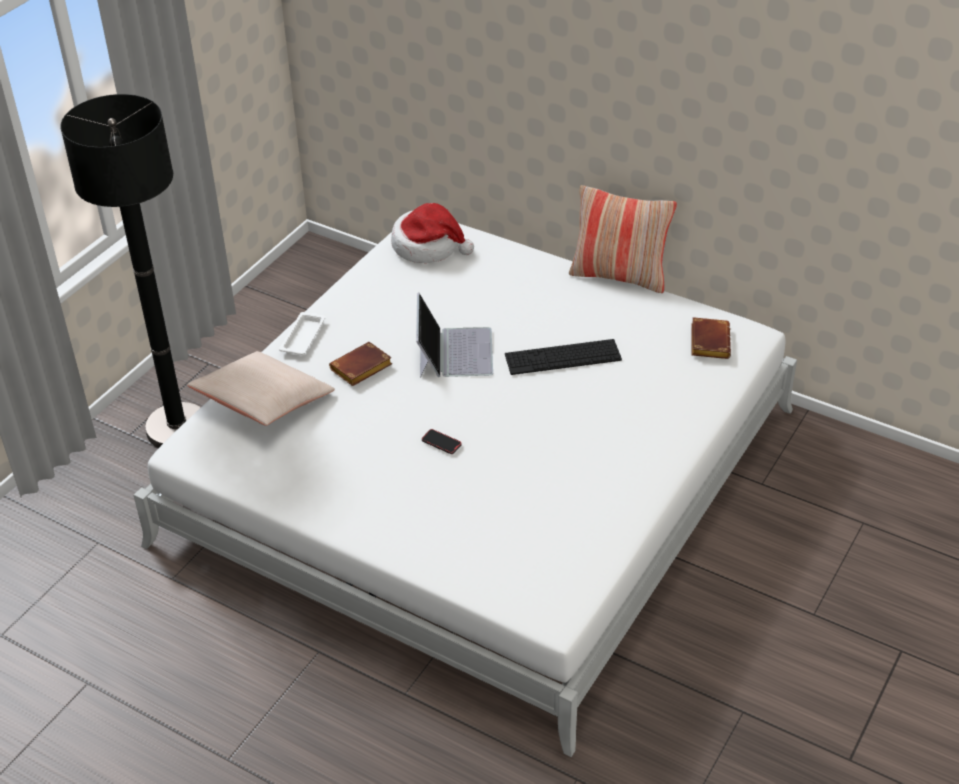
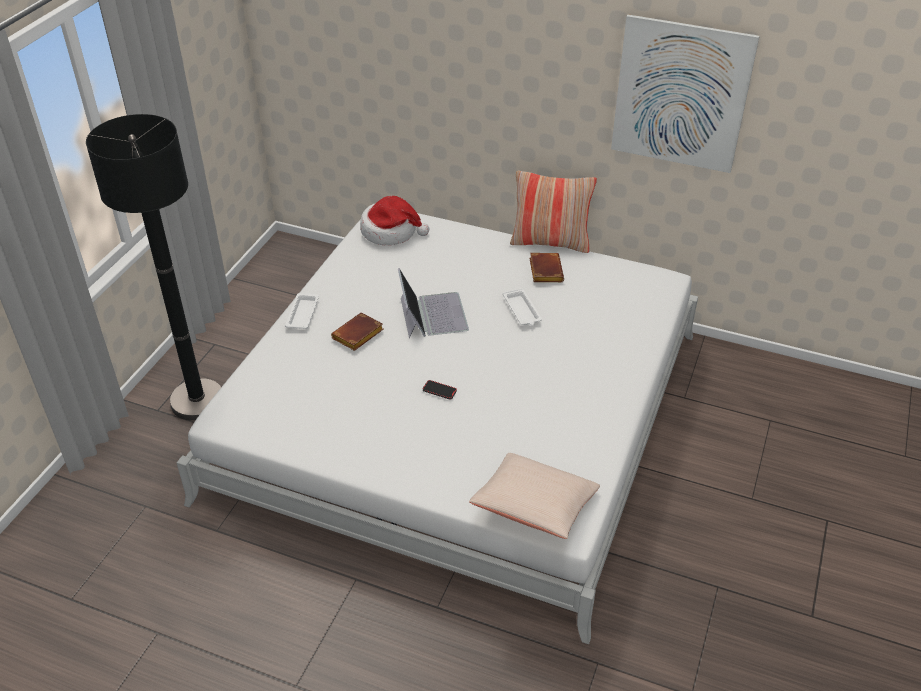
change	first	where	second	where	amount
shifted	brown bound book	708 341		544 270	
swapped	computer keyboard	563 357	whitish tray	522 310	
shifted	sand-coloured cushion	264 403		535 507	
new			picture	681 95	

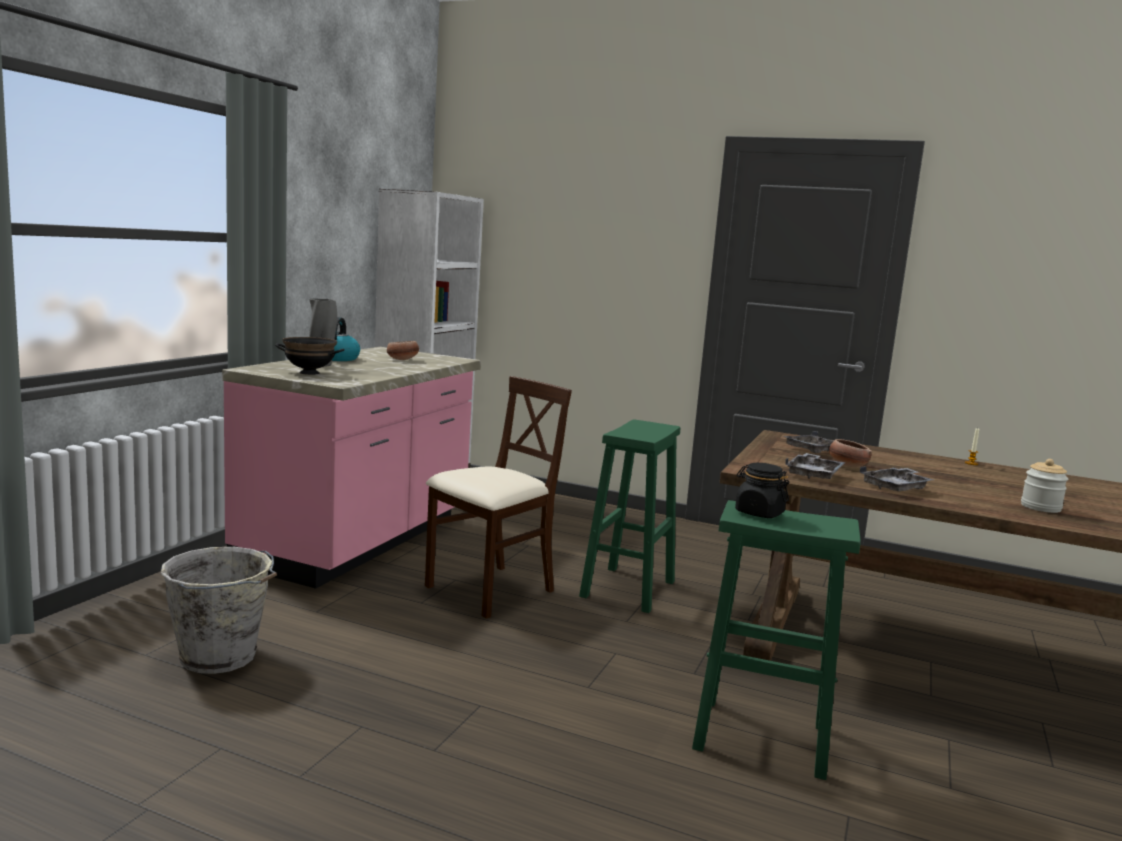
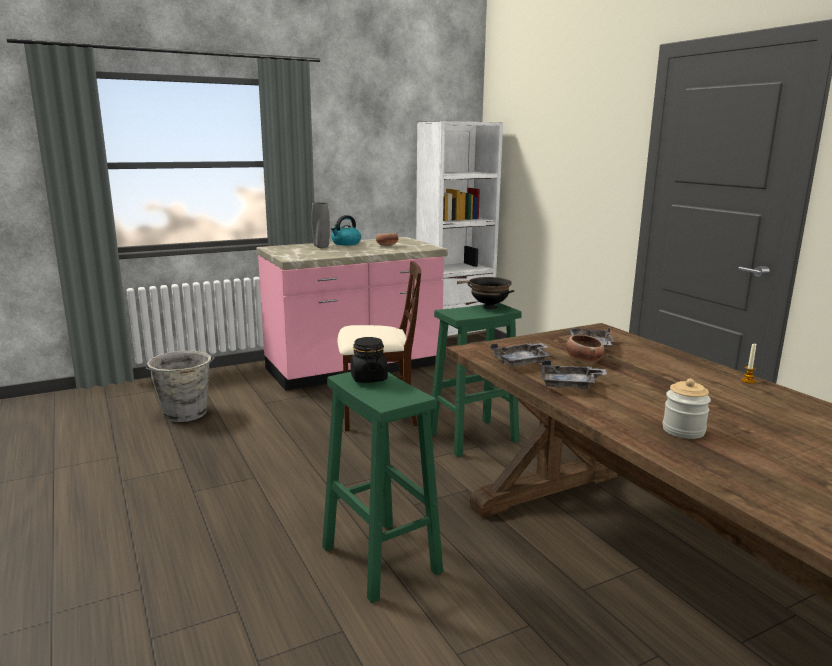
change	first	where	second	where	amount
shifted	blackish deep dish	309 373		489 307	

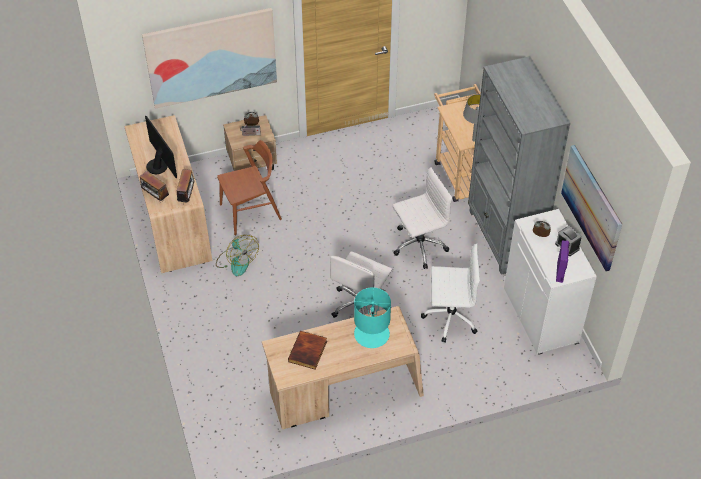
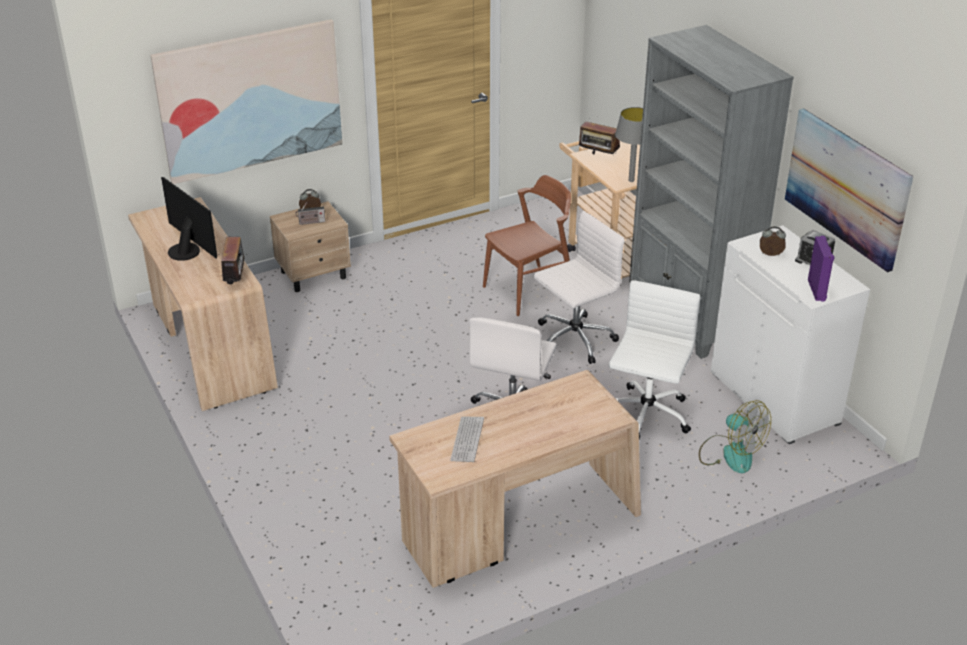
change	first	where	second	where	amount
shifted	brown upright chair	251 212		529 290	
shifted	radio	155 197		598 157	
shifted	fan	236 261		730 453	
rotated	whitish desk chair	449 317		646 415	60 degrees counterclockwise
gone	turquoise lamp for a table	371 333			
swapped	bound book	308 352	computer keyboard	467 440	

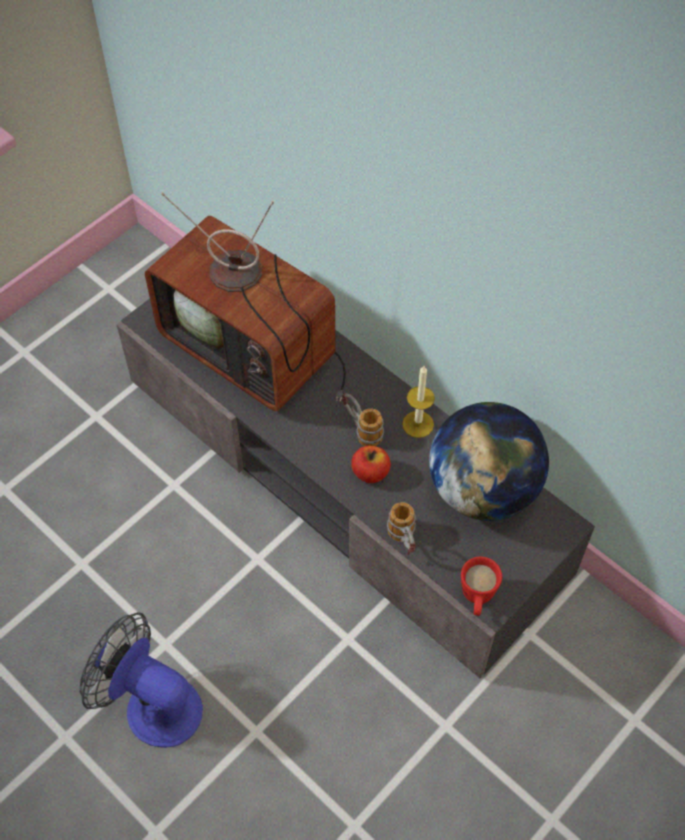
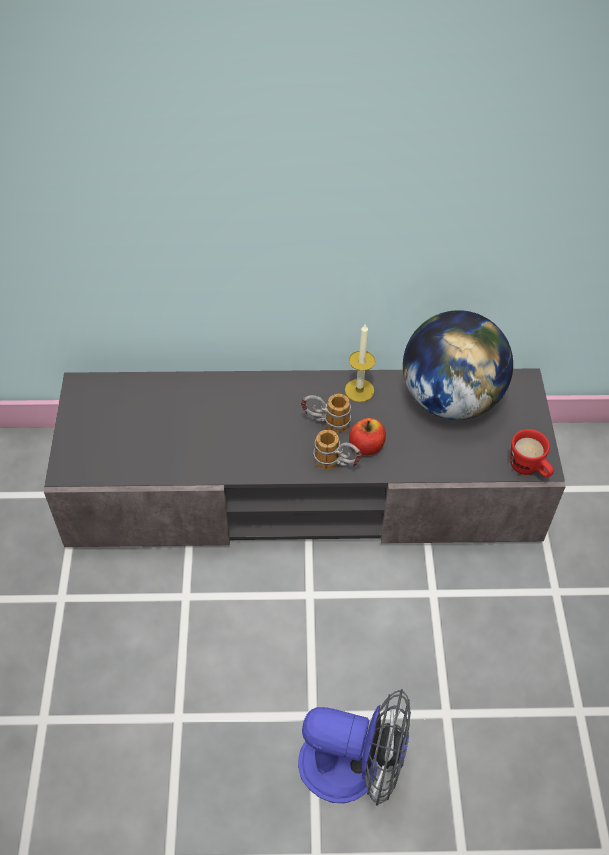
change	first	where	second	where	amount
gone	television	255 349			
shifted	tea mug	404 541		337 464	
rotated	fan	152 704		353 767	150 degrees counterclockwise

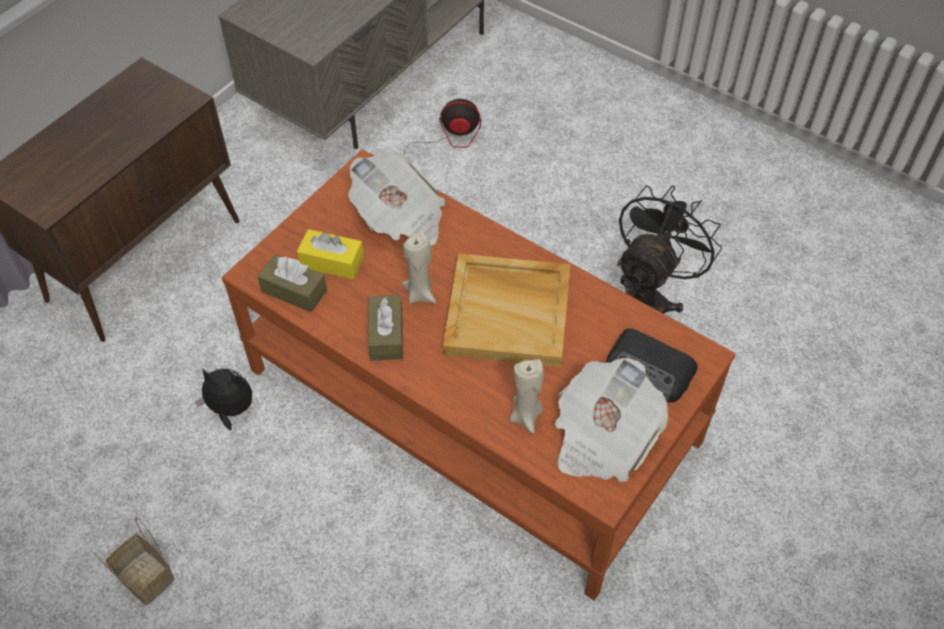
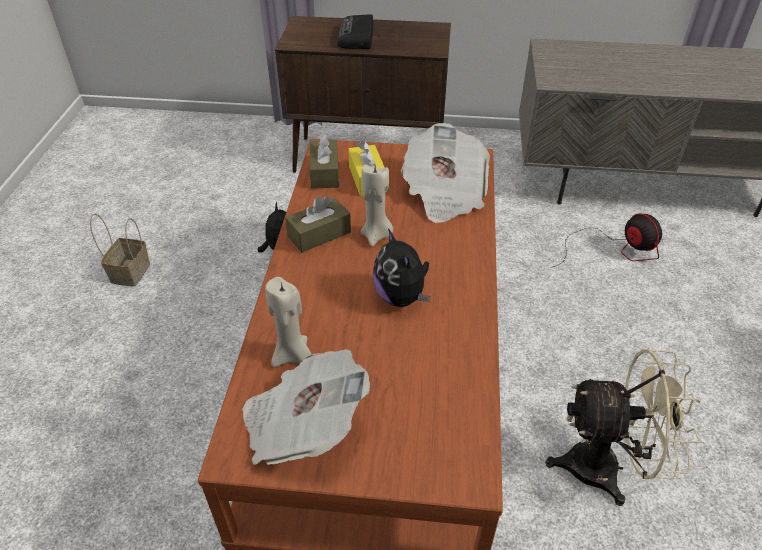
change	first	where	second	where	amount
repainted	blackish fan	648 299	sand-coloured fan	606 467	
swapped	sand-coloured tray	509 312	plush toy	401 297	
shifted	radio	650 370		357 37	

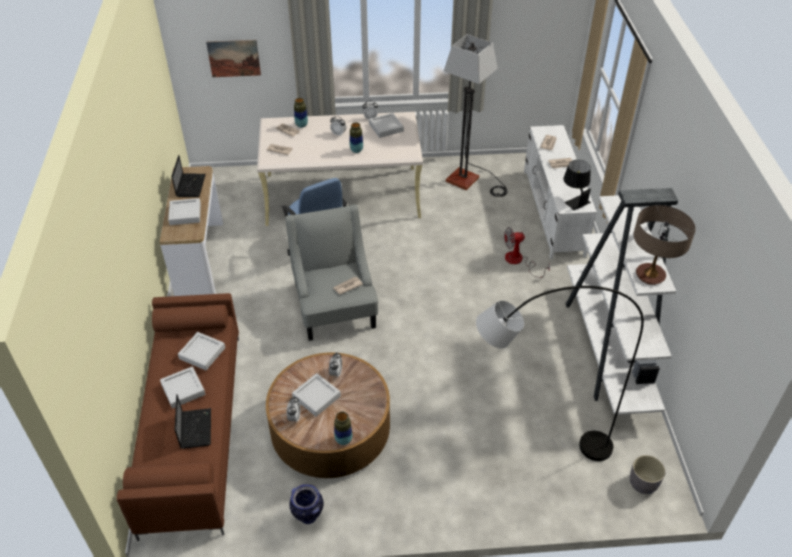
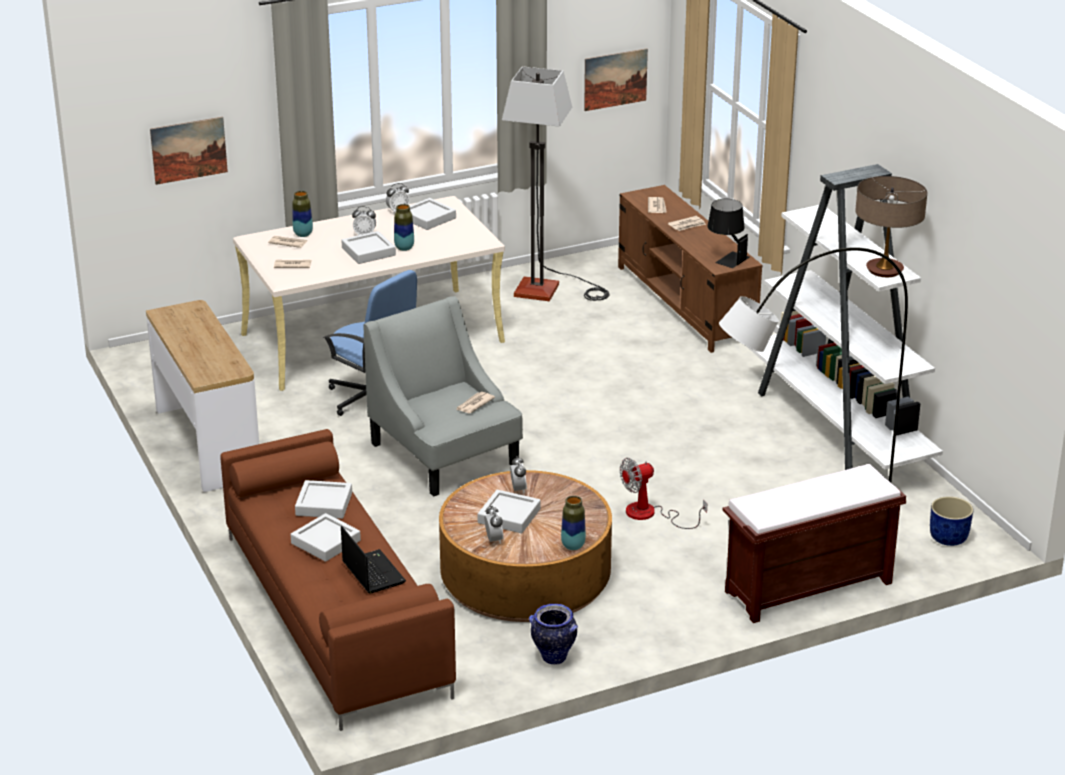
change	first	where	second	where	amount
repainted	whitish tv stand	553 212	brown tv stand	685 303	
gone	portable computer	190 185			
shifted	greyish tray	185 214		368 252	
shifted	fan	519 261		650 514	
repainted	greyish planter	642 483	blue planter	948 537	
new			picture	615 79	
new			brown indoor bench	807 588	

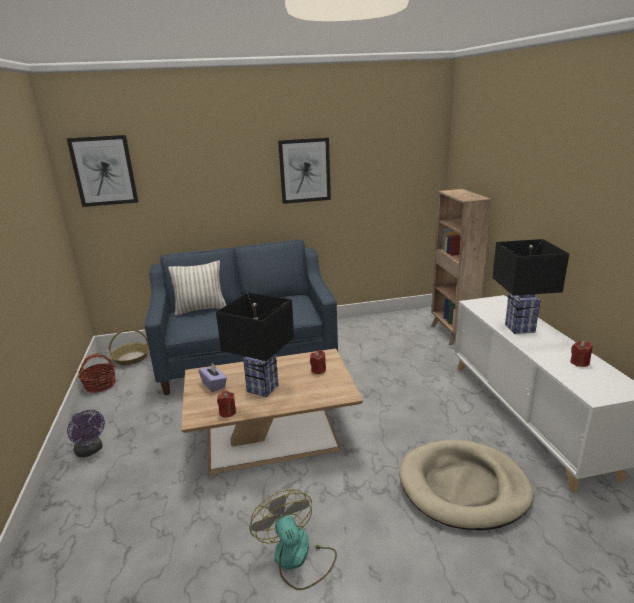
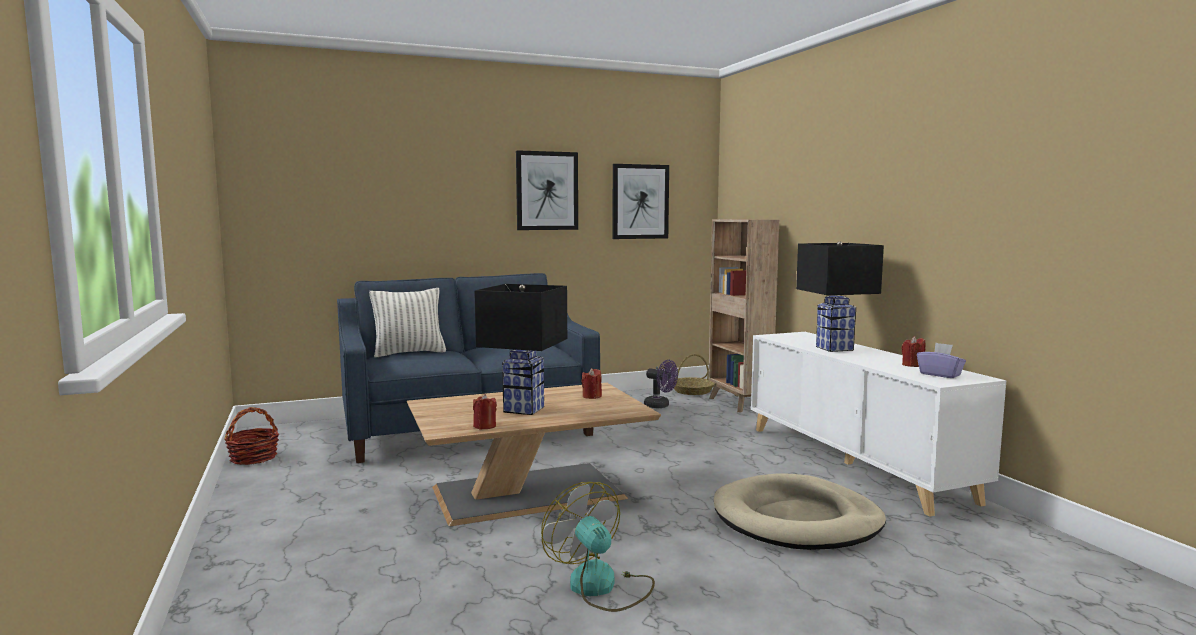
change	first	where	second	where	amount
shifted	picture	104 171		640 201	
shifted	basket	131 358		692 391	
shifted	purple box of tissues	214 385		940 374	
shifted	purple fan	91 451		660 406	

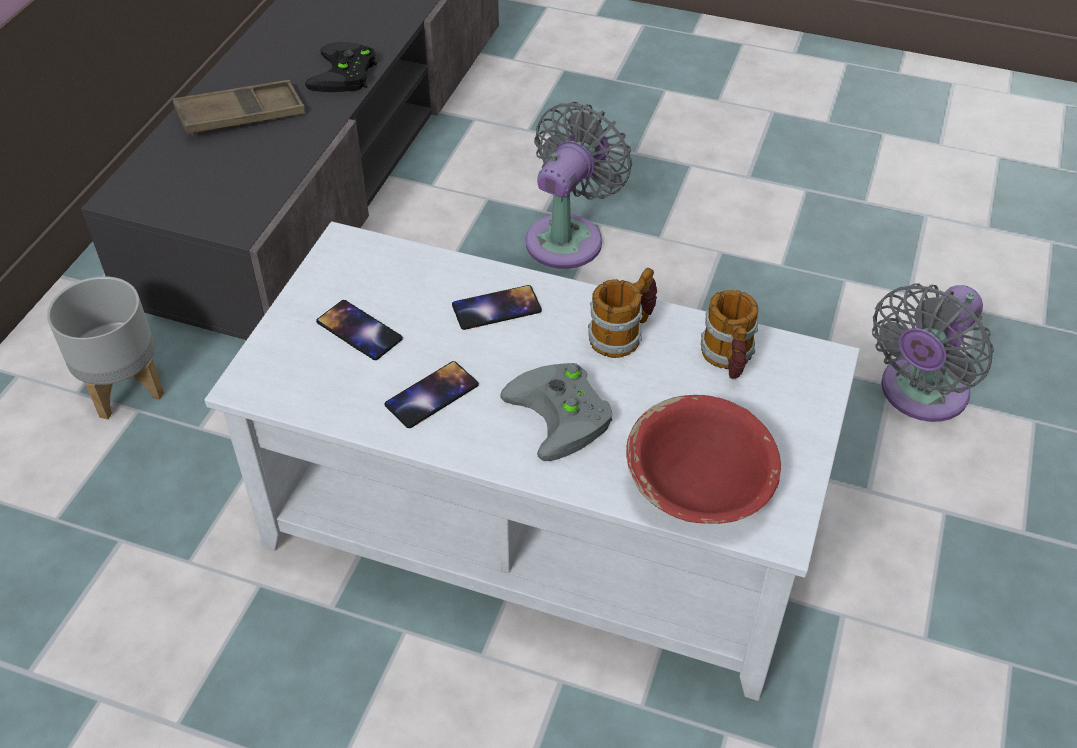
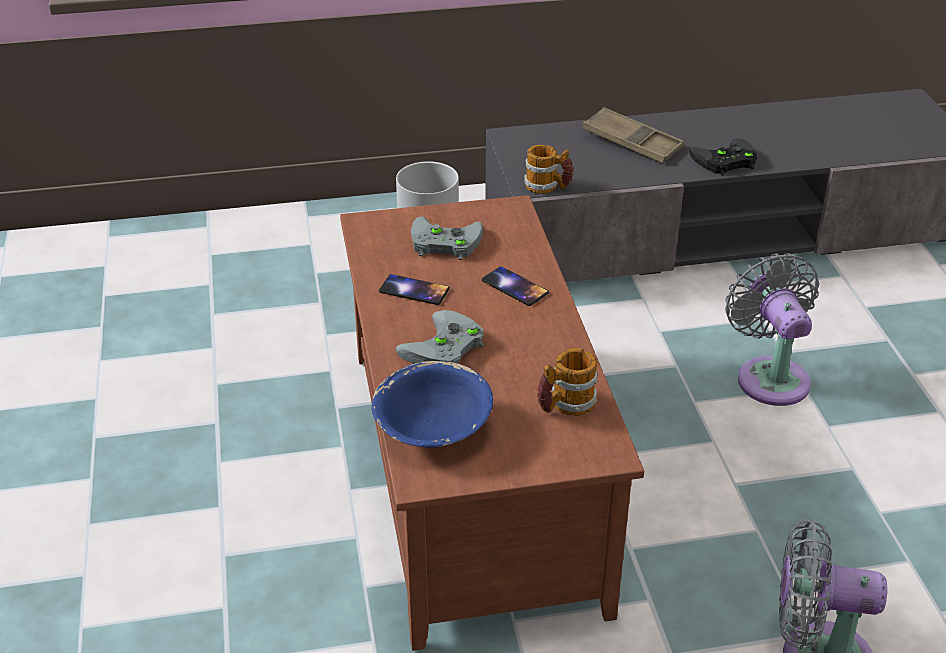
change	first	where	second	where	amount
rotated	greyish fan	568 237		770 376	105 degrees counterclockwise
repainted	whitish lounge table	536 531	brown lounge table	469 474	
shifted	tea mug	623 334		547 187	
swapped	phone	359 331	greyish game controller	442 243	
repainted	red deep dish	699 484	blue deep dish	433 428	

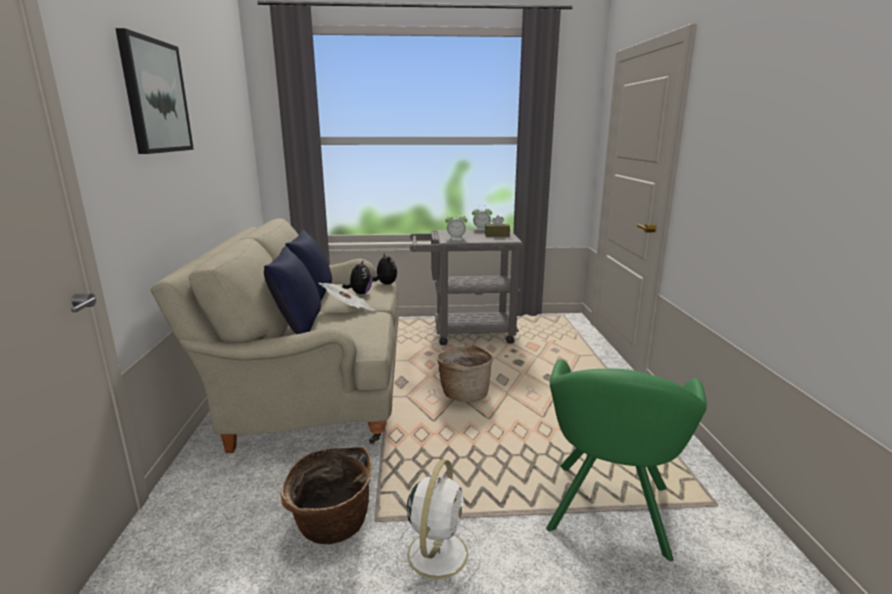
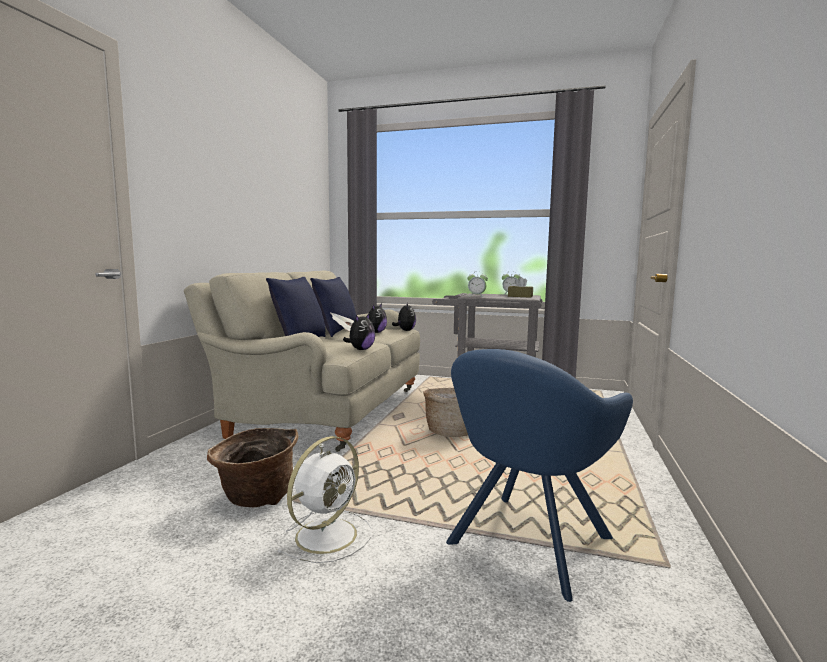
change	first	where	second	where	amount
gone	picture	155 96			
repainted	green-coloured armchair	608 513	blue armchair	525 545	
new			plush toy	361 349	

